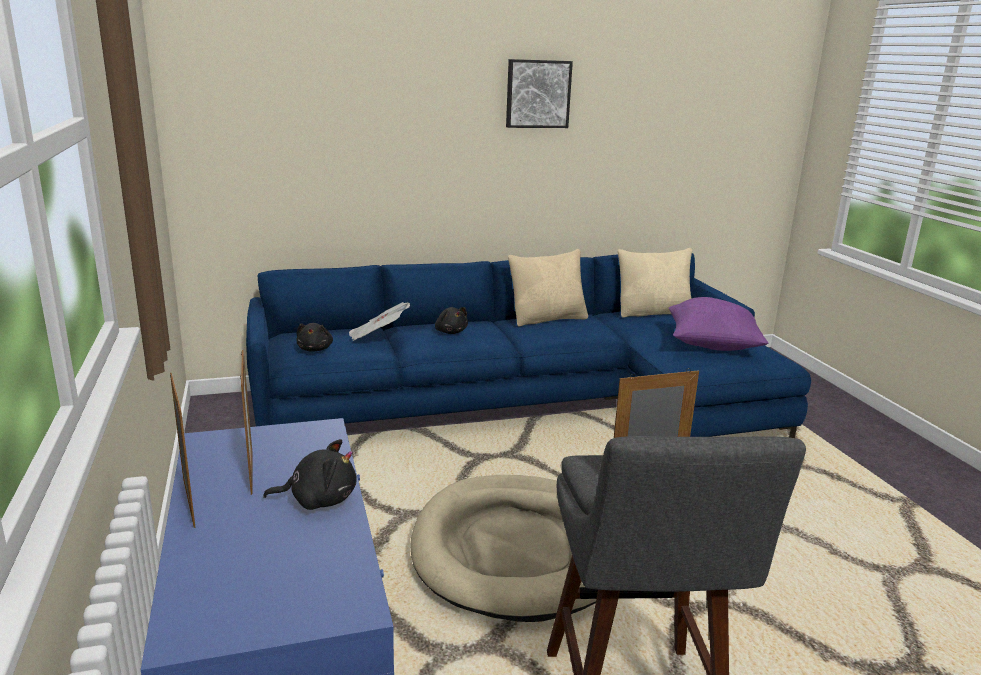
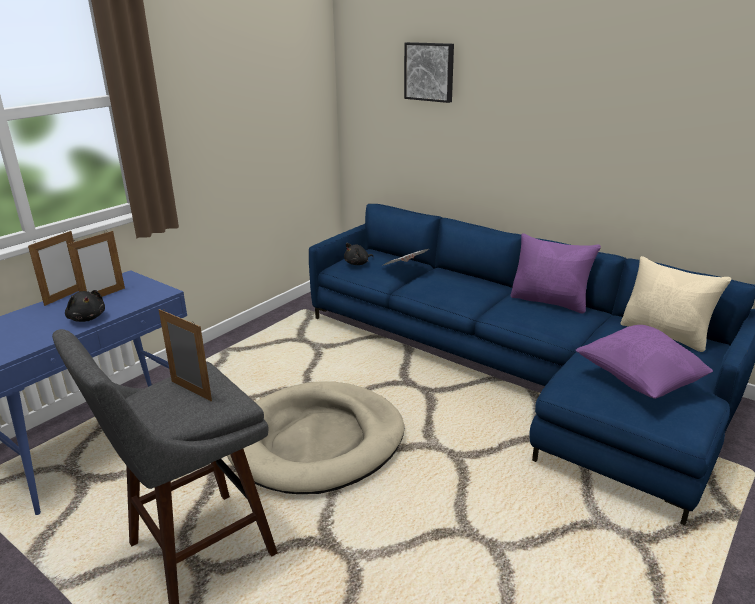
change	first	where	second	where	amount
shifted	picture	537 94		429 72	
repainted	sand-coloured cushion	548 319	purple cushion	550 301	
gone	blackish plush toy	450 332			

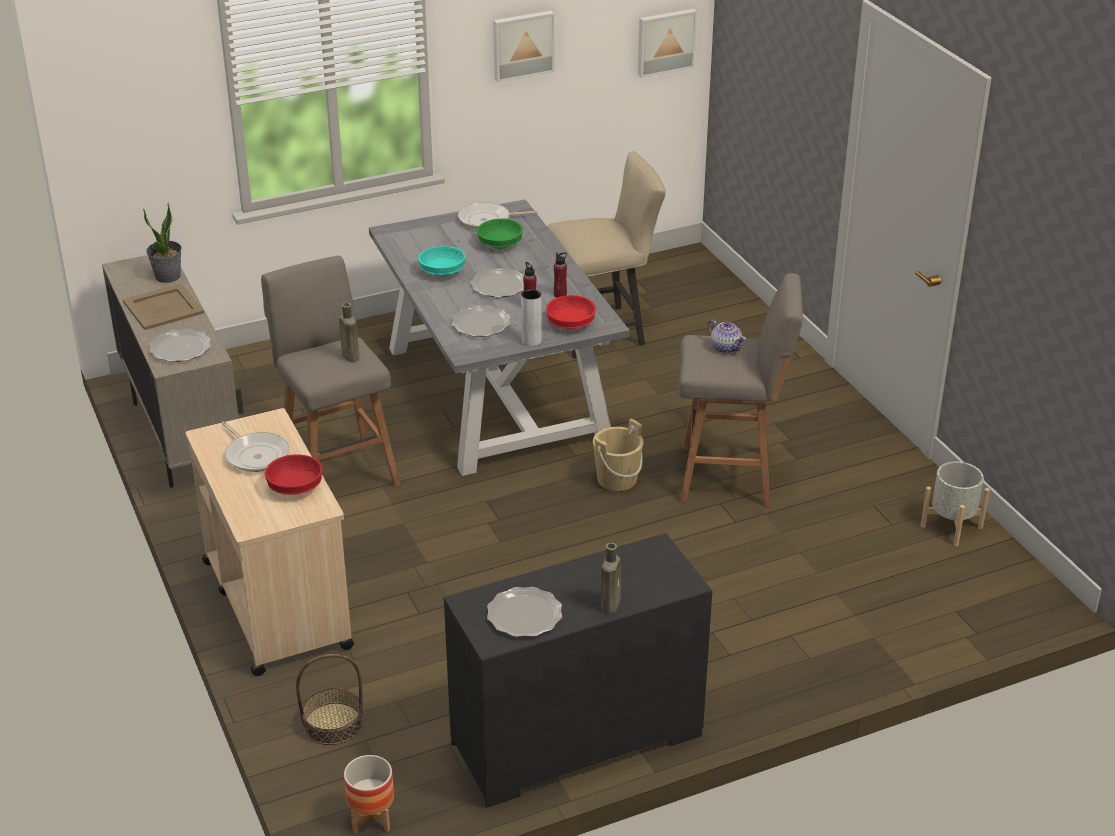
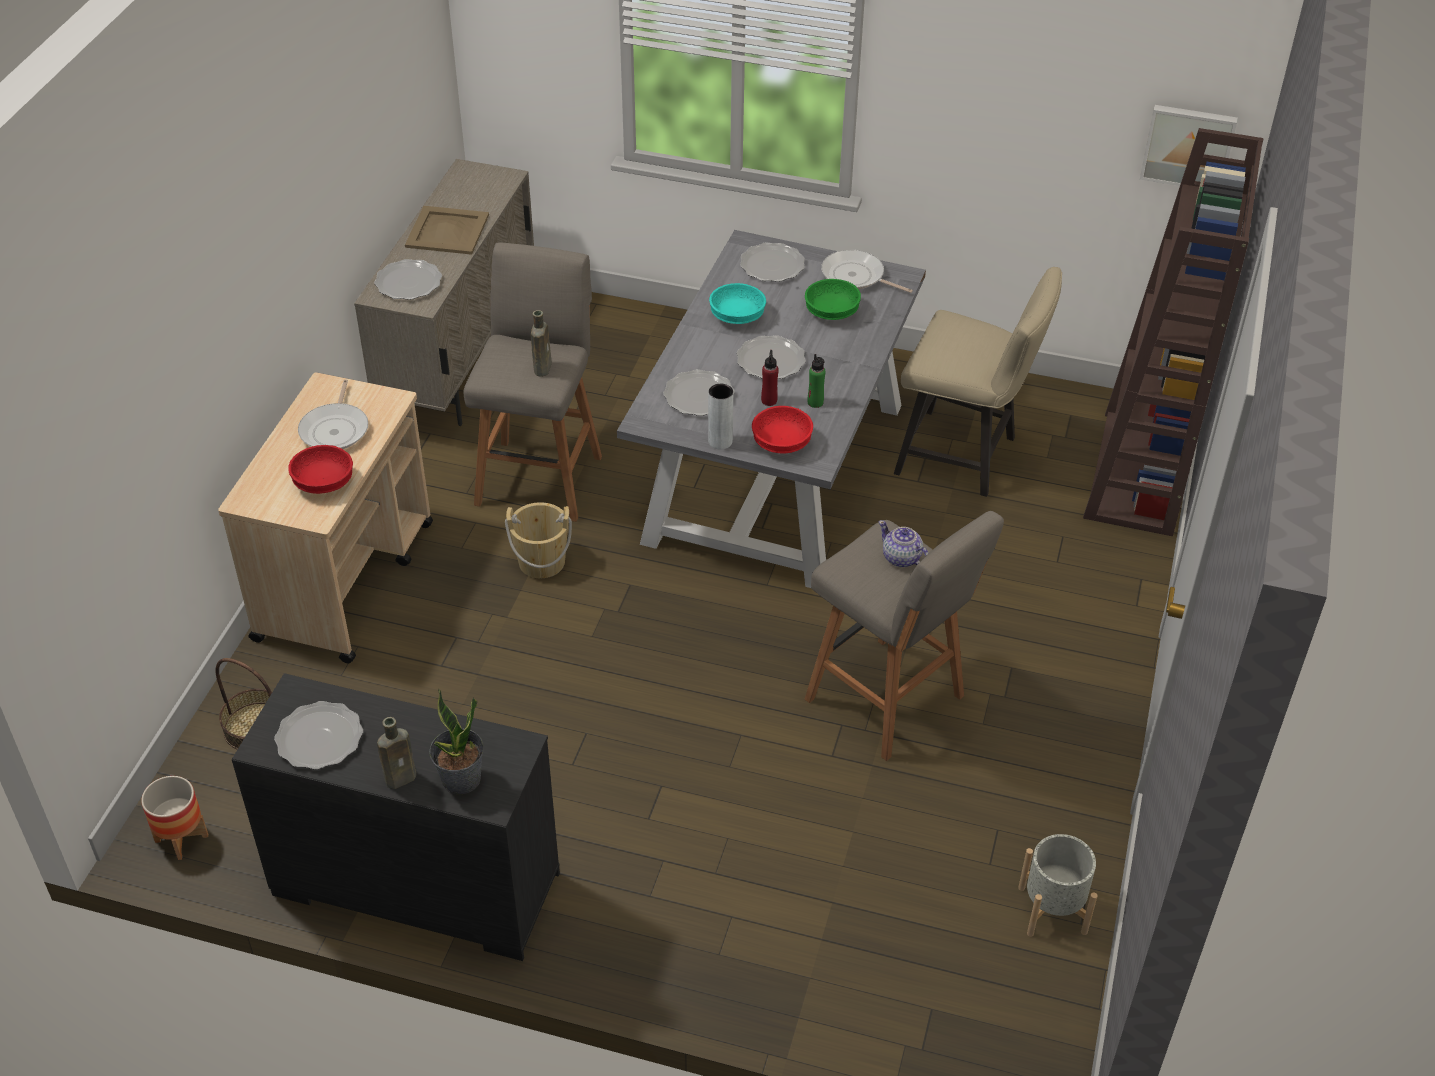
change	first	where	second	where	amount
gone	picture	522 45			
shifted	potted plant	168 276		461 779	
repainted	red drink bottle	560 295	green-coloured drink bottle	815 402	
rotated	teapot	725 347		901 558	135 degrees clockwise
shifted	sand-coloured water bucket	617 479		541 562	
new			brown bookcase	1139 474	
new			flat dish	771 265	

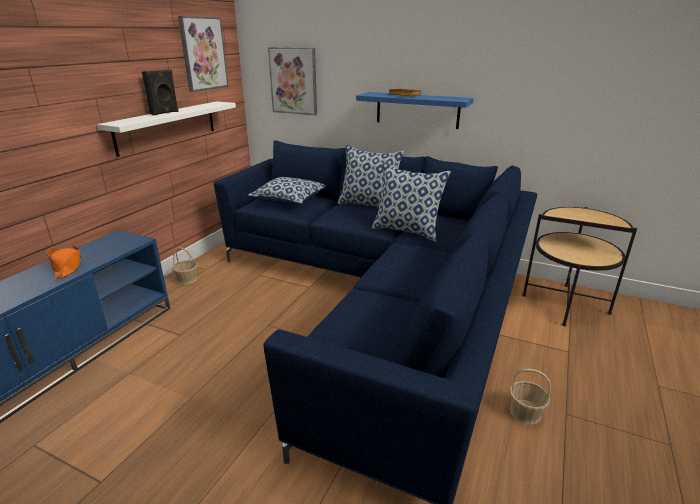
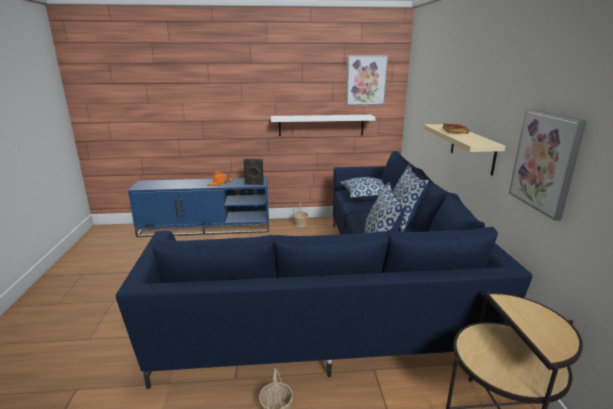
change	first	where	second	where	amount
shifted	picture	293 81		545 162	
shifted	blackish loudspeaker	165 113		254 184	
repainted	blue wall shelf	417 110	sand-coloured wall shelf	472 148	

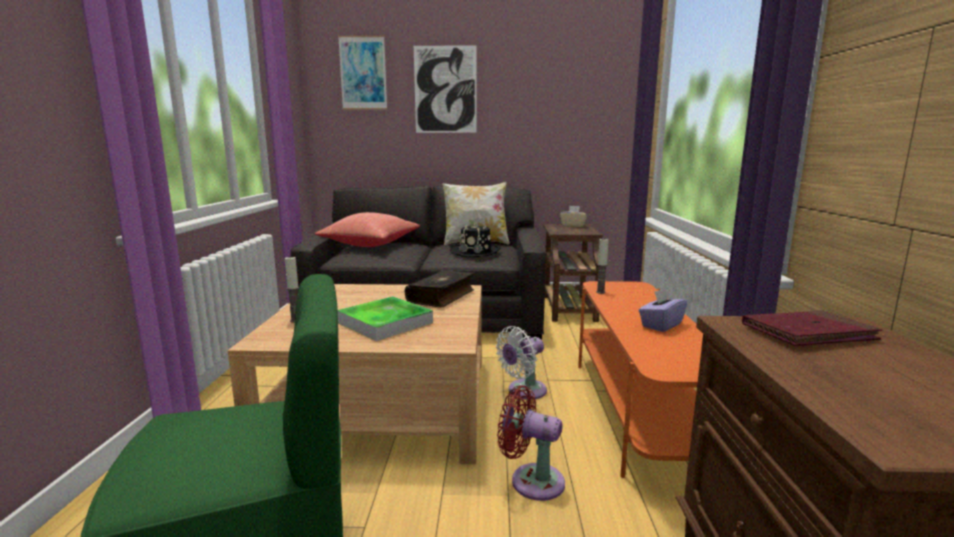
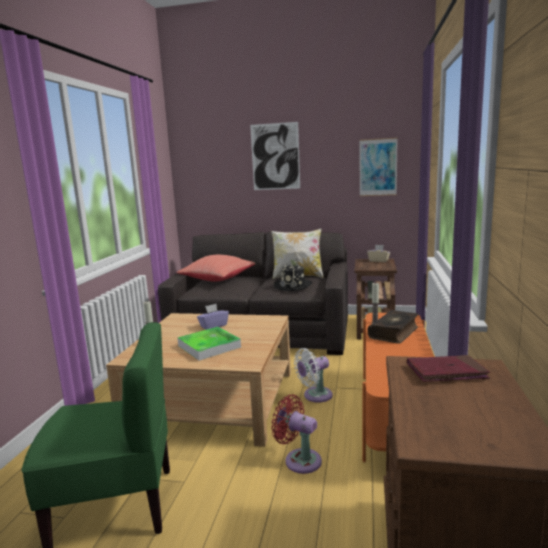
change	first	where	second	where	amount
shifted	picture	363 73		378 167	
shifted	bound book	442 296		394 333	
shifted	purple box of tissues	661 325		213 326	

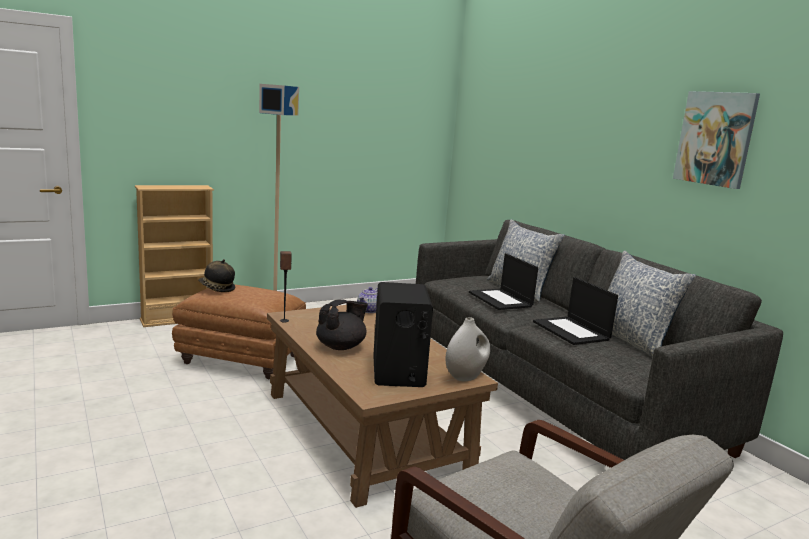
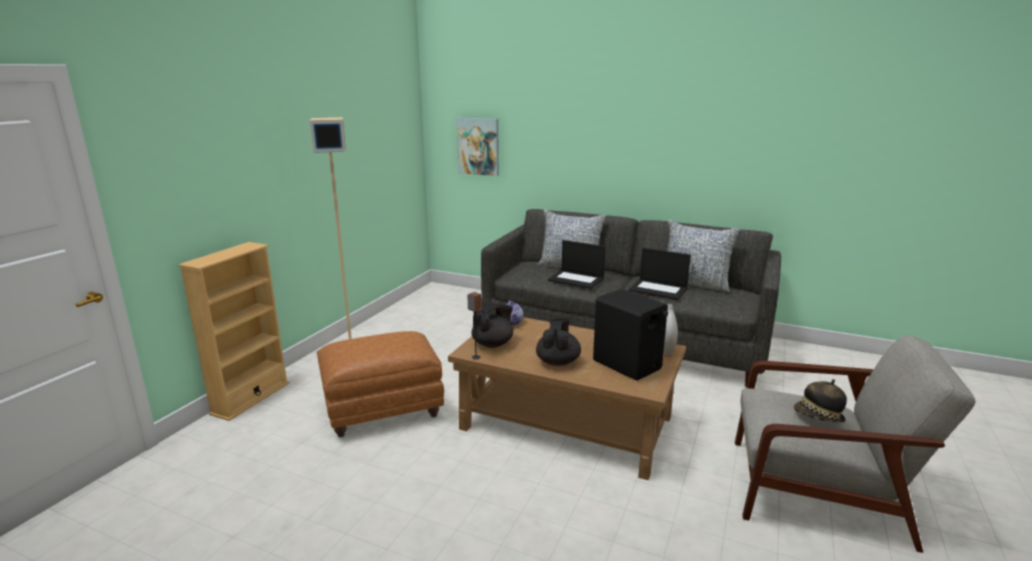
change	first	where	second	where	amount
shifted	picture	715 138		478 146	
shifted	wearable hat	216 289		818 417	
new			blackish teapot	493 344	

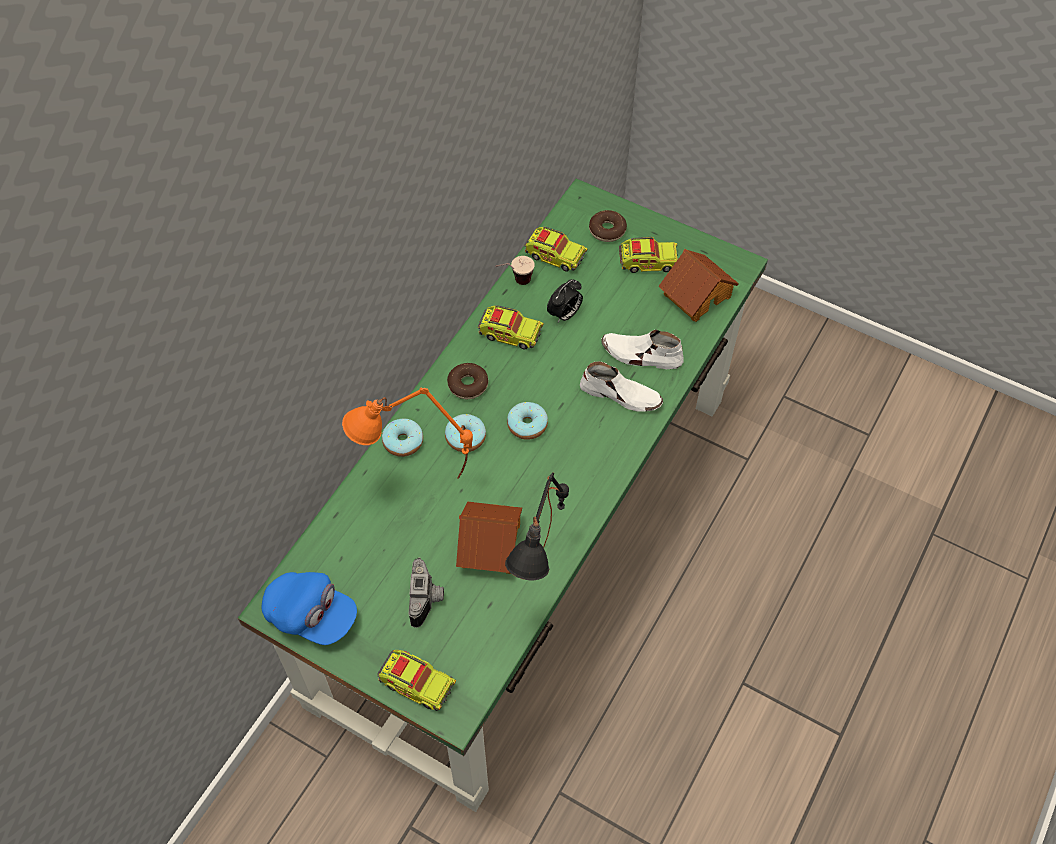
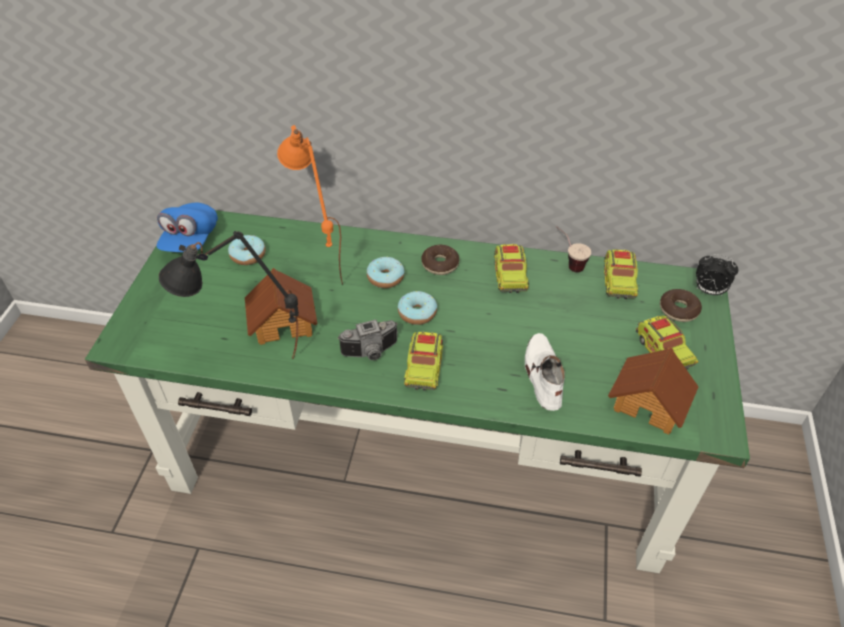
change	first	where	second	where	amount
shifted	table clock	564 315		708 291	
gone	whitish shoe	621 395			
shifted	doughnut	403 442		248 255	
shifted	photo camera	428 599		371 353	
shifted	model truck	417 684		424 367	

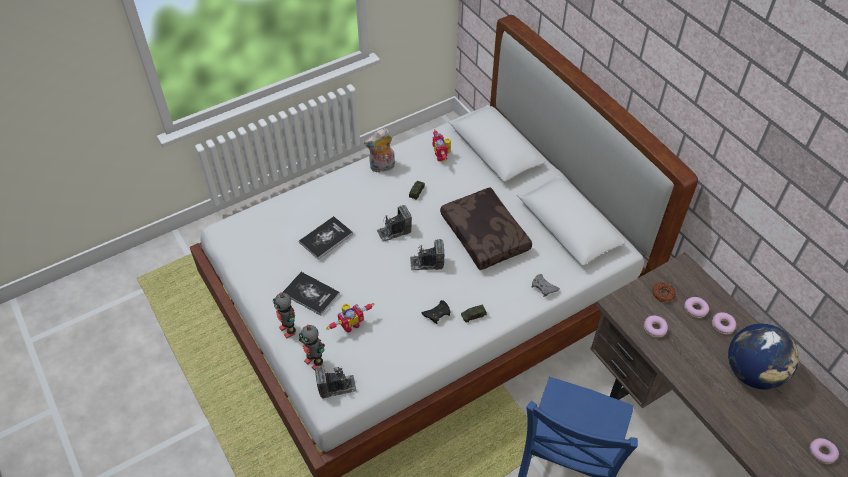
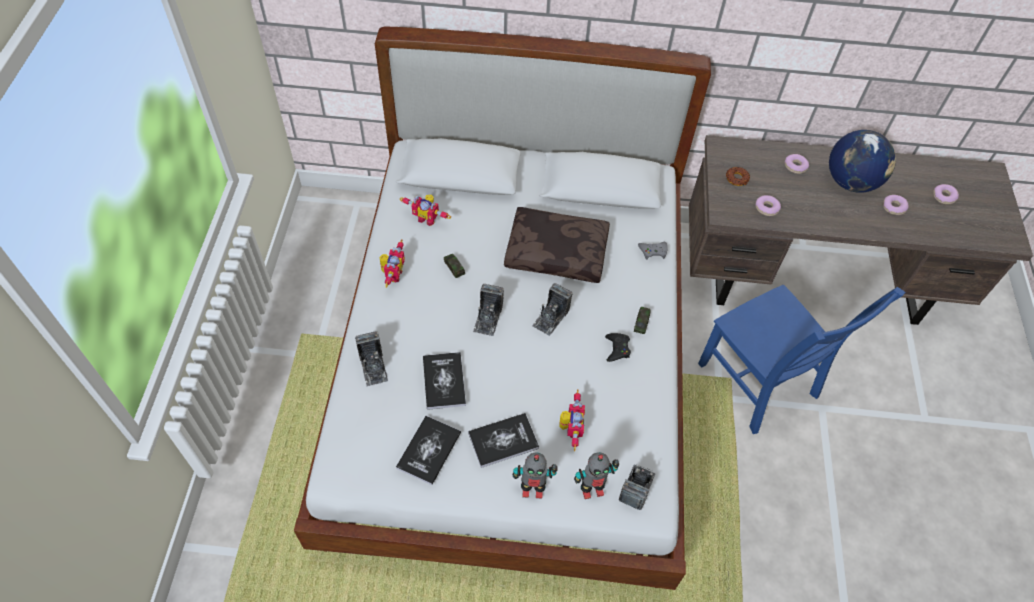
change	first	where	second	where	amount
swapped	plush toy	382 167	toy robot	392 274	
shifted	doughnut	695 309		893 207	
new			photo camera	373 366	
new			bound book	429 450	

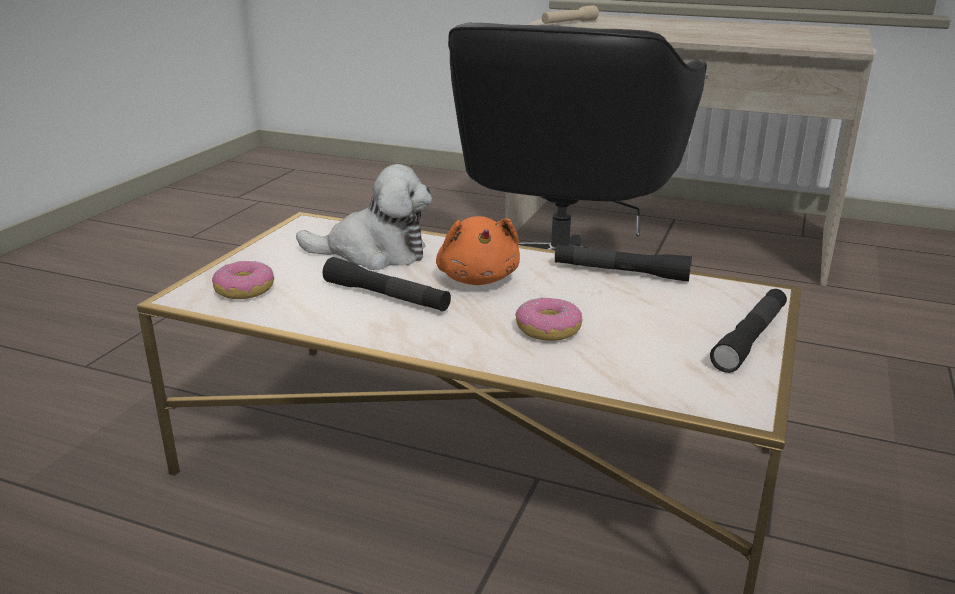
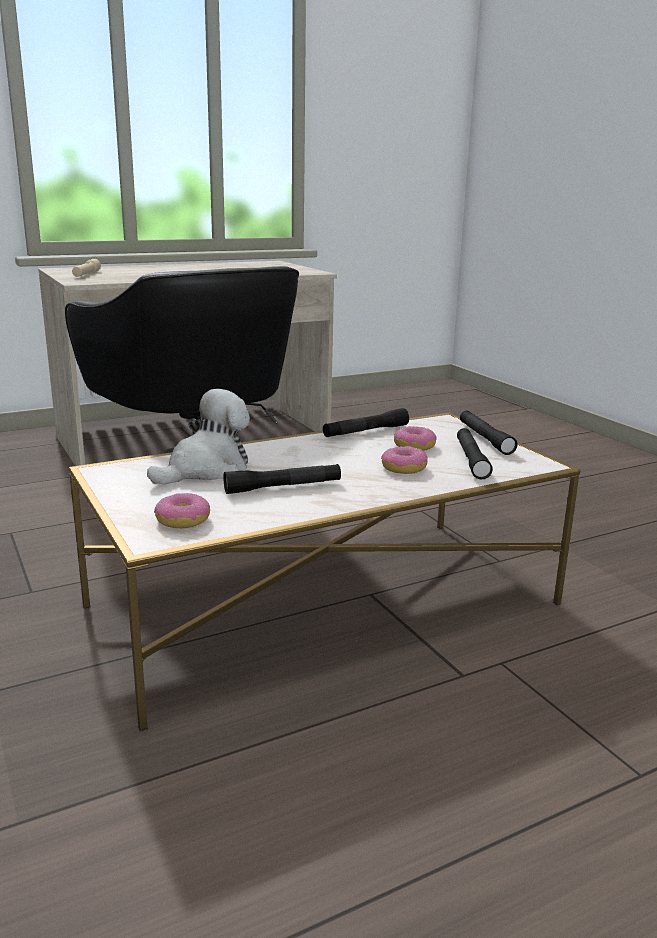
change	first	where	second	where	amount
gone	orange-coloured plush toy	478 278			
new			doughnut	414 446	
new			blackish flashlight	471 460	

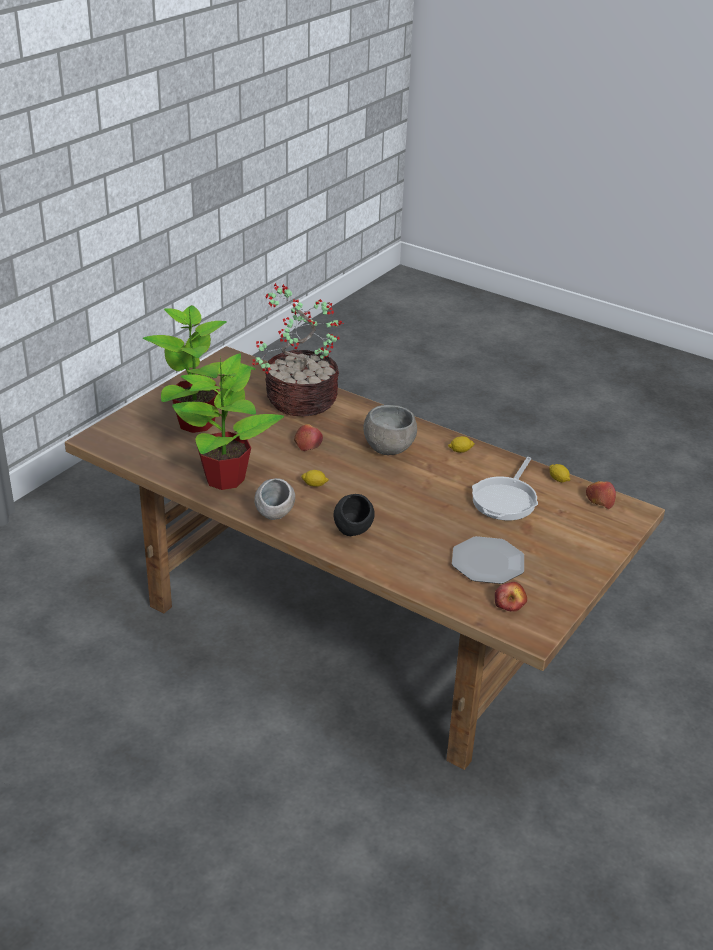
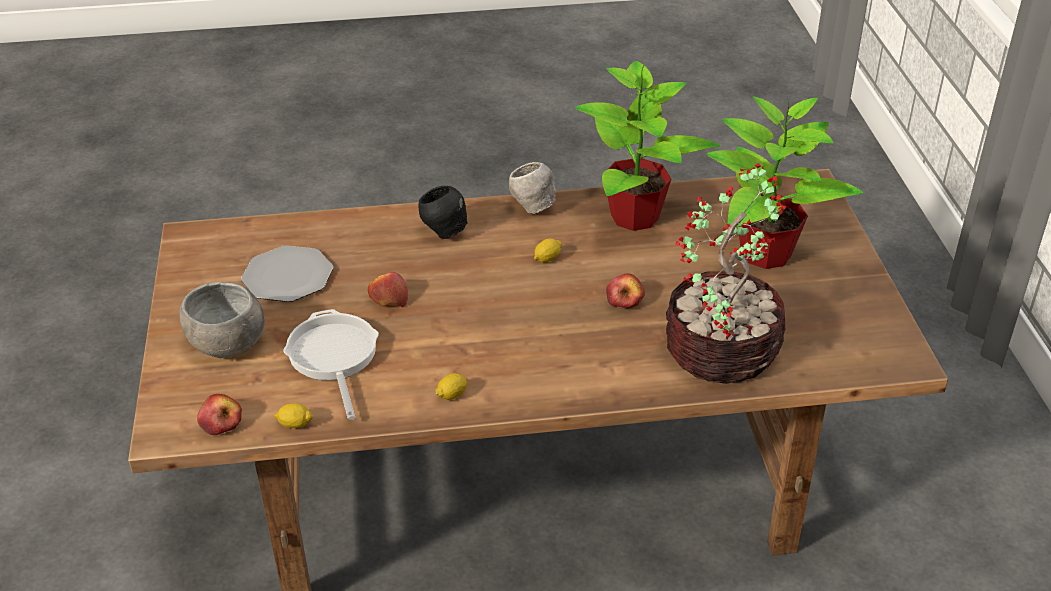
change	first	where	second	where	amount
shifted	greyish deep dish	388 449		228 346	
shifted	apple fruit	510 603		388 298	

